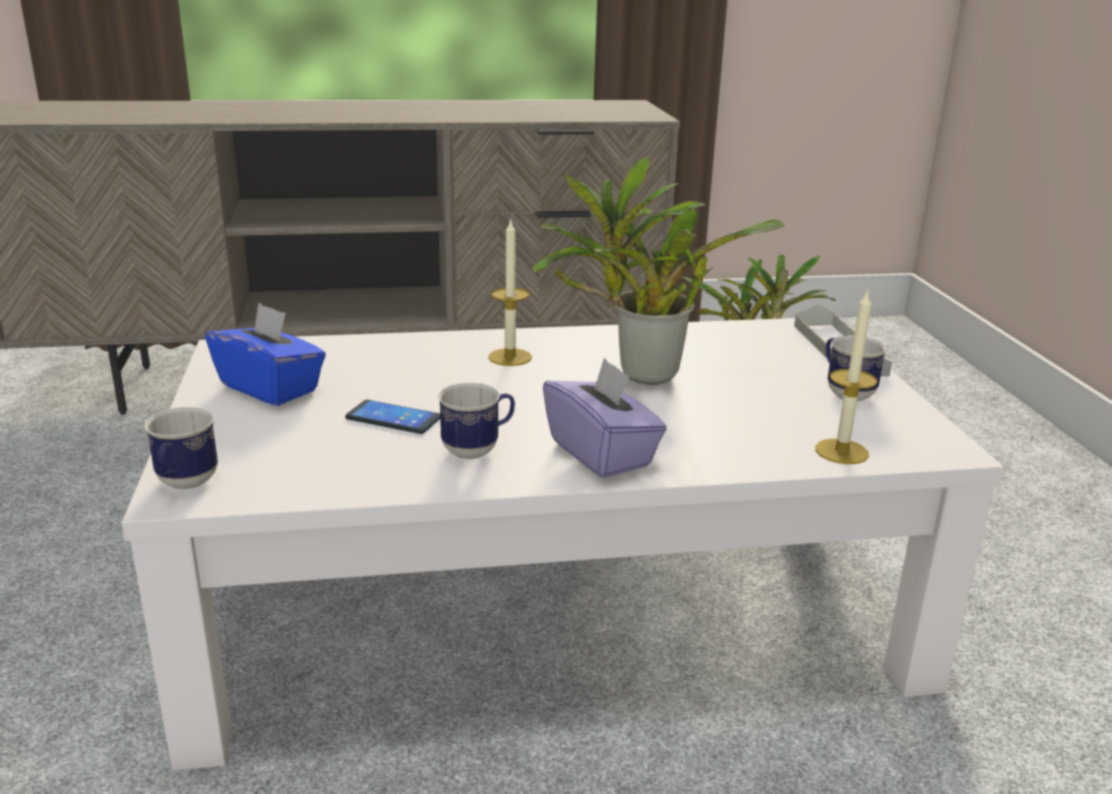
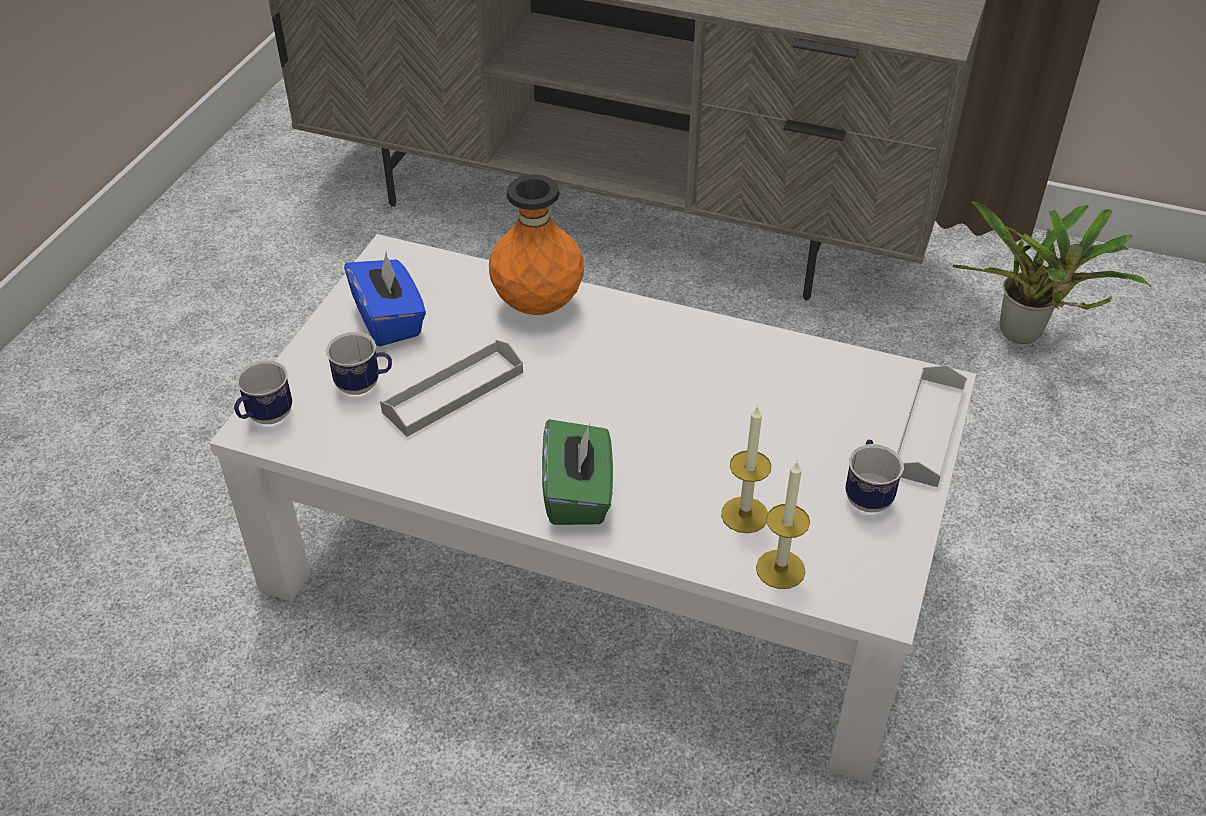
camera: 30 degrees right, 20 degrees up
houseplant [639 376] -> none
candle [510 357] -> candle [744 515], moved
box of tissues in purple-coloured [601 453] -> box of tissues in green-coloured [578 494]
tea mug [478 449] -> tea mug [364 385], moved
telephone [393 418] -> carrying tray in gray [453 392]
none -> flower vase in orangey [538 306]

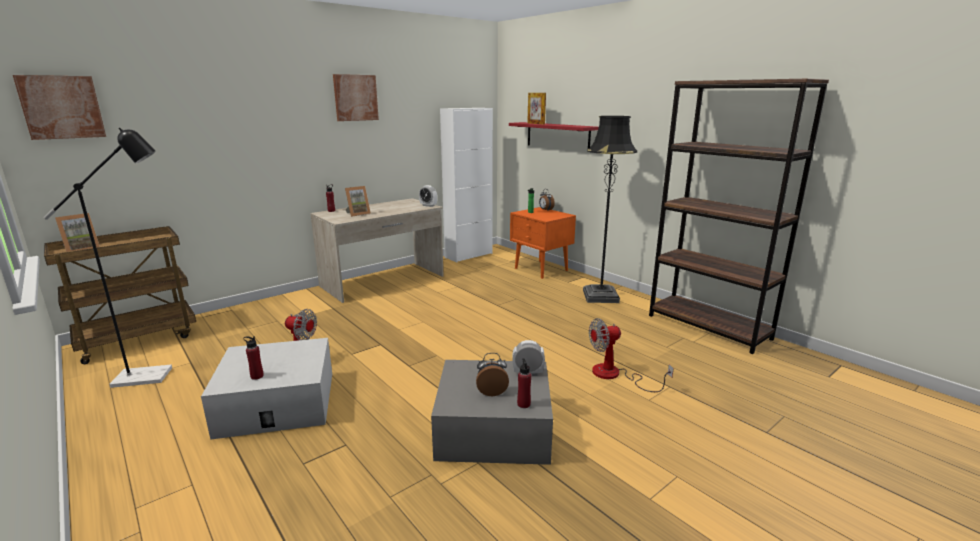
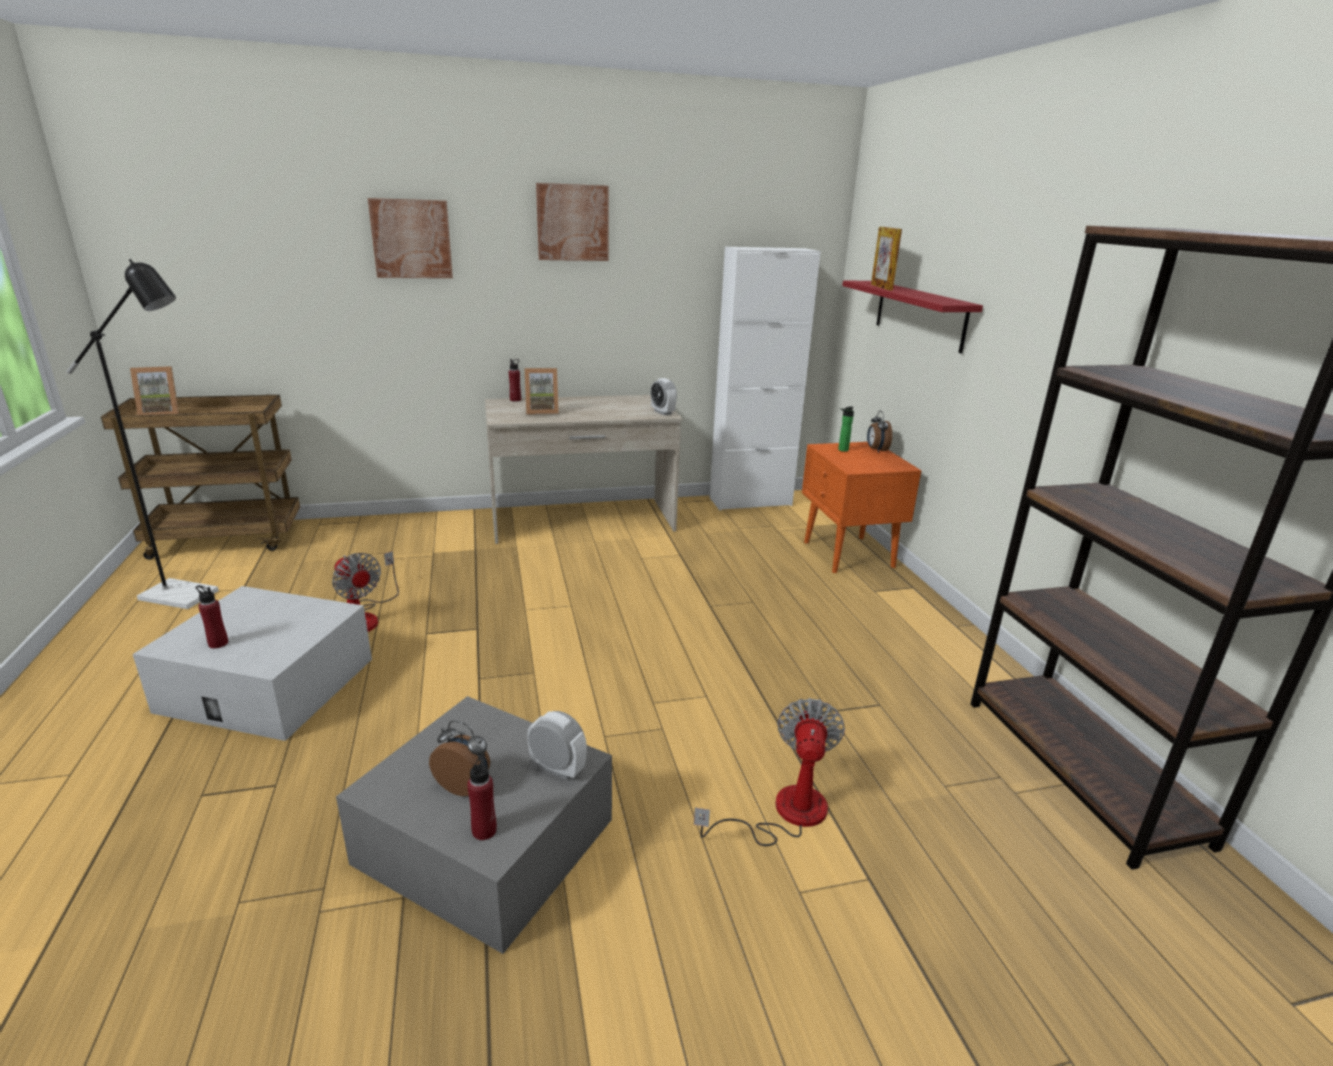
camera: 25 degrees right, 5 degrees up
wall art [61 107] -> wall art [411 239], moved
floor lamp in black [600 296] -> none
cooling fan [615 375] -> cooling fan [784 813], 90 degrees clockwise

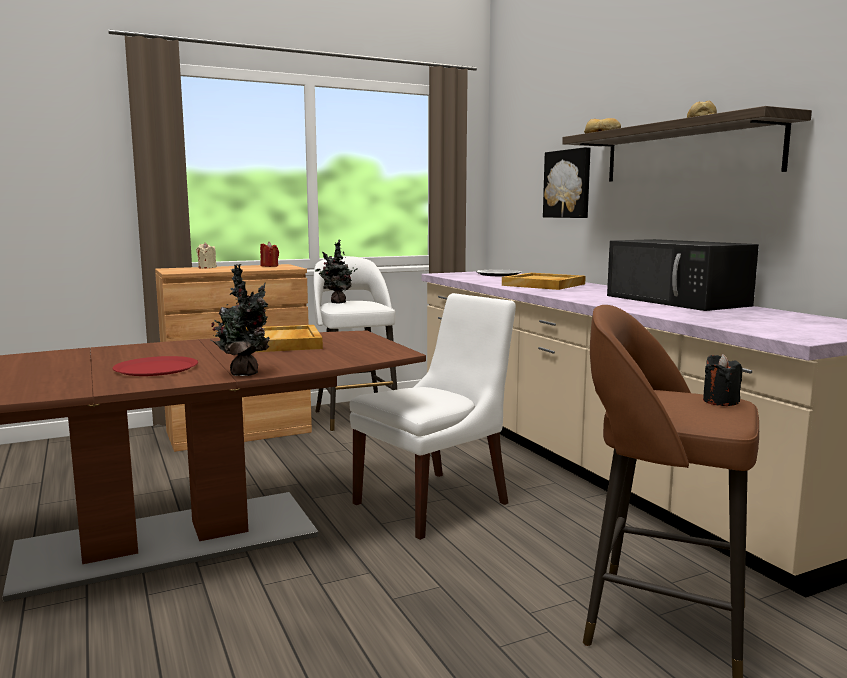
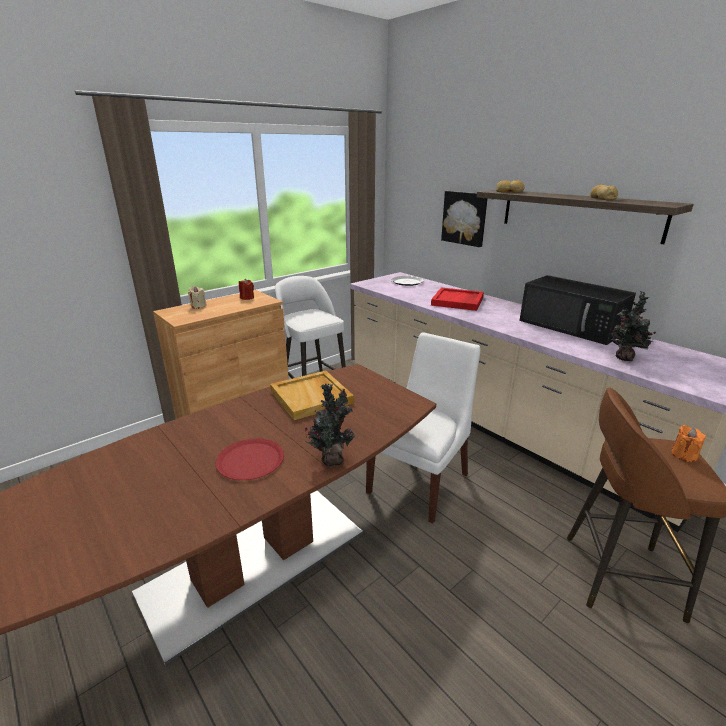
camera: 15 degrees left, 15 degrees up
houseplant [337 302] -> houseplant [624 359], moved
carrying tray in beige [544 285] -> carrying tray in red [458 301]
candle in black [720 401] -> candle in orangey [684 455]

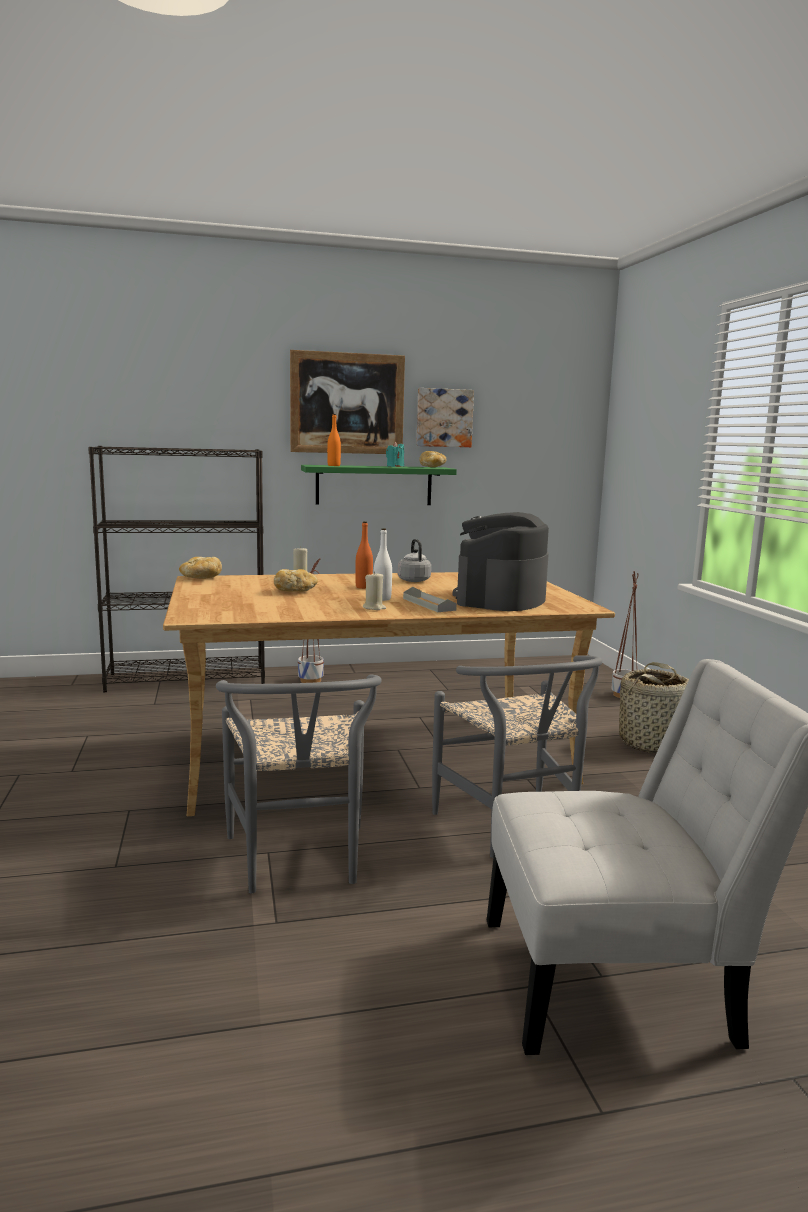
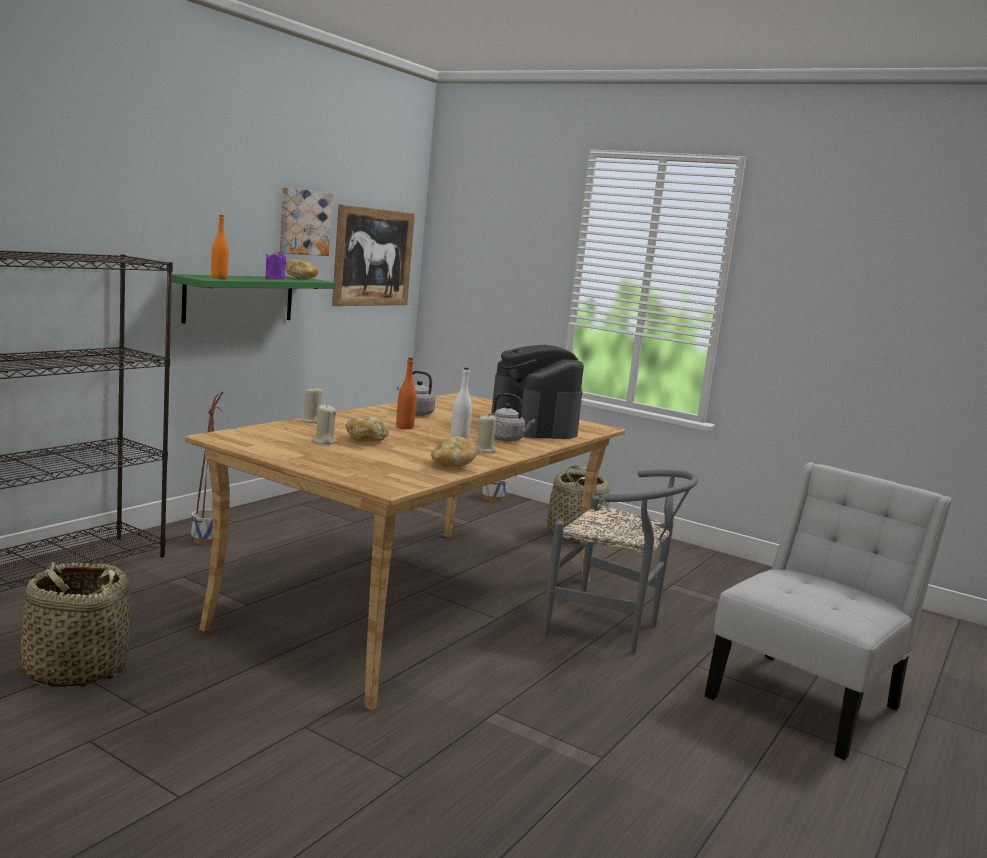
camera: 45 degrees left, 0 degrees up
wall art [347 403] -> wall art [373 257], moved
candle in turquoise [395 467] -> candle in purple-coloured [275 279]
baked bread [201 578] -> baked bread [452 465], moved
carrying tray in gray [429 604] -> water kettle in gray [507 439]
upright chair in gray [299 863] -> none
none -> candle in beige [324 442]
none -> basket [75 669]

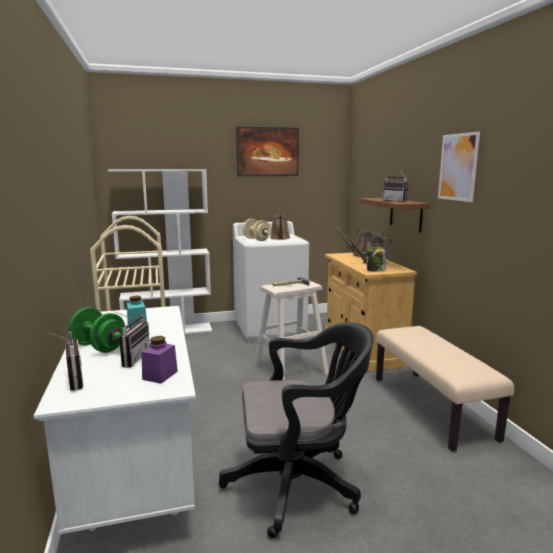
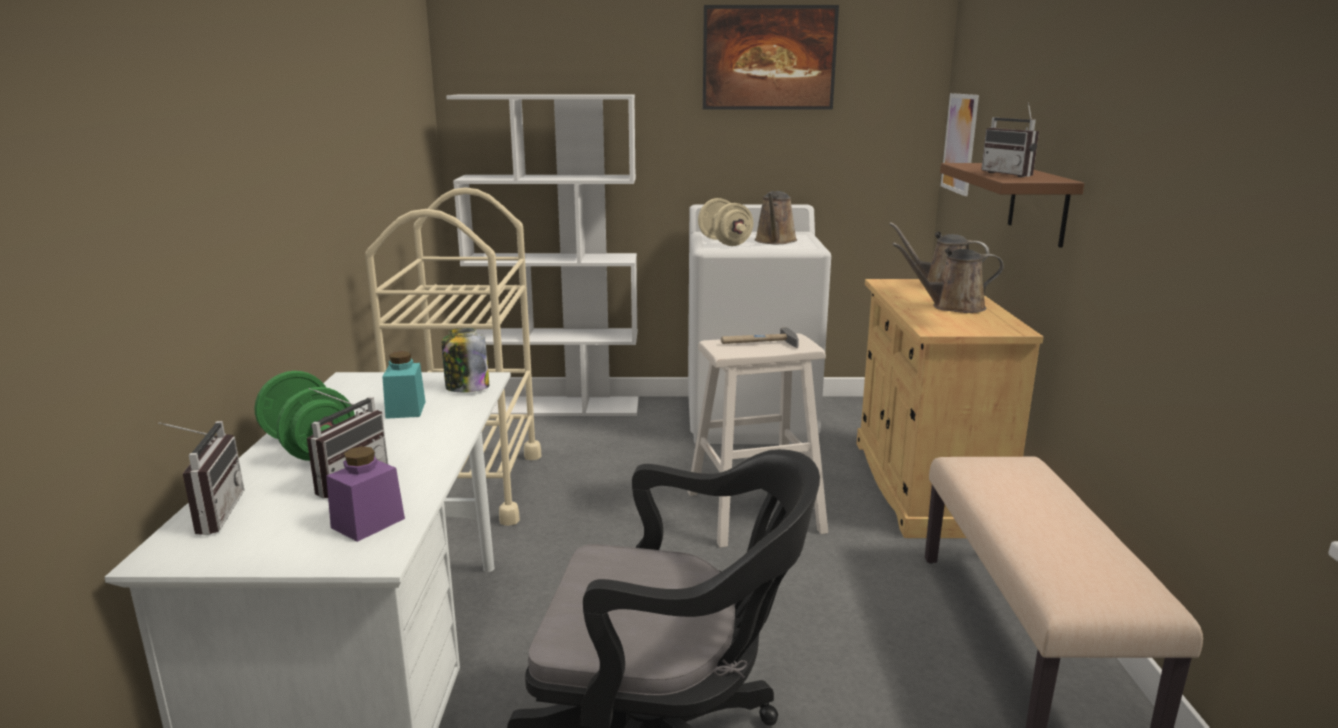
camera: 15 degrees right, 5 degrees up
wall art [458 167] -> wall art [959 143], moved
preserve jar [375 270] -> preserve jar [466 388], moved

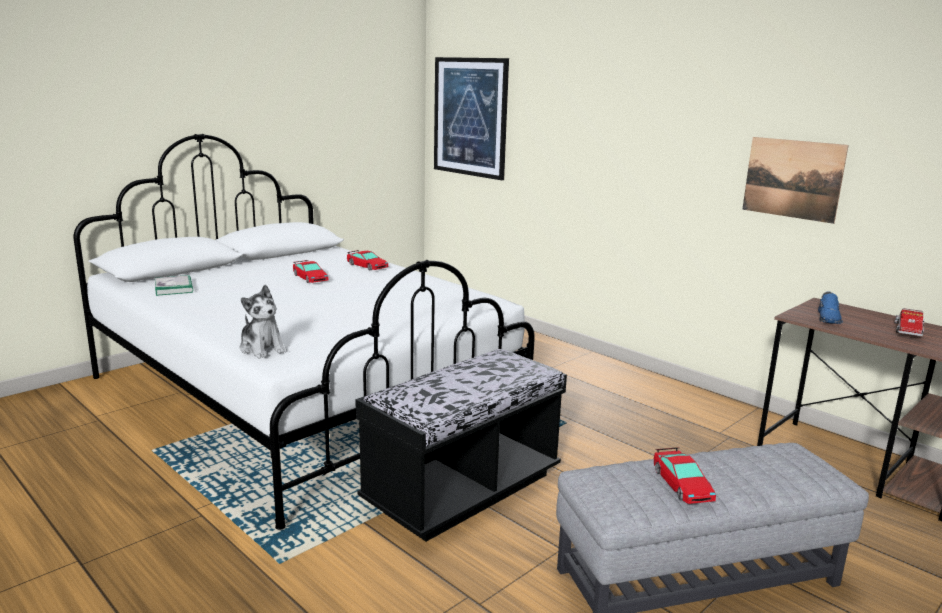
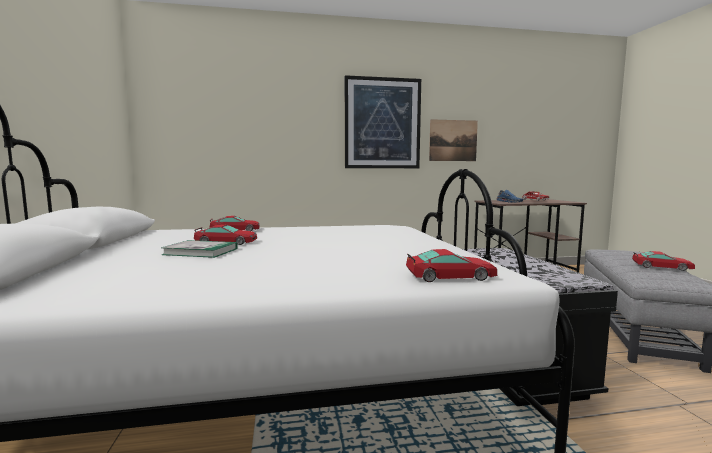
camera: 55 degrees left, 10 degrees down
wall art [470 117] -> wall art [382 123], moved
bound book [174 287] -> bound book [200 252], moved
soft toy [262 349] -> toy car [450 277]

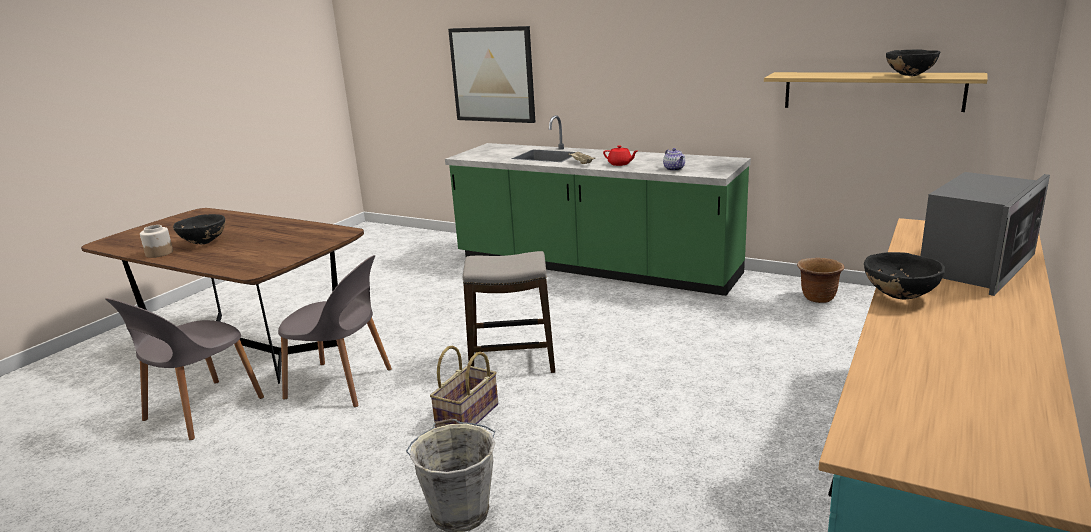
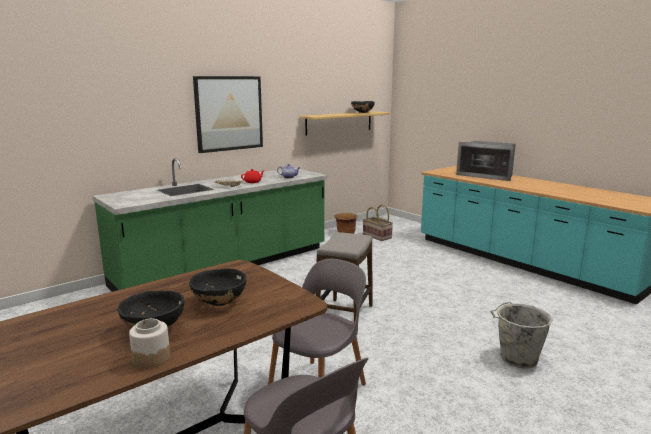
camera: 70 degrees left, 5 degrees down
wall art [493 75] -> wall art [229 113], moved
microwave [976 266] -> microwave [487 175], 150 degrees clockwise
bowl in black [899 296] -> bowl in black [219 303], moved
basket [468 417] -> basket [377 236], moved

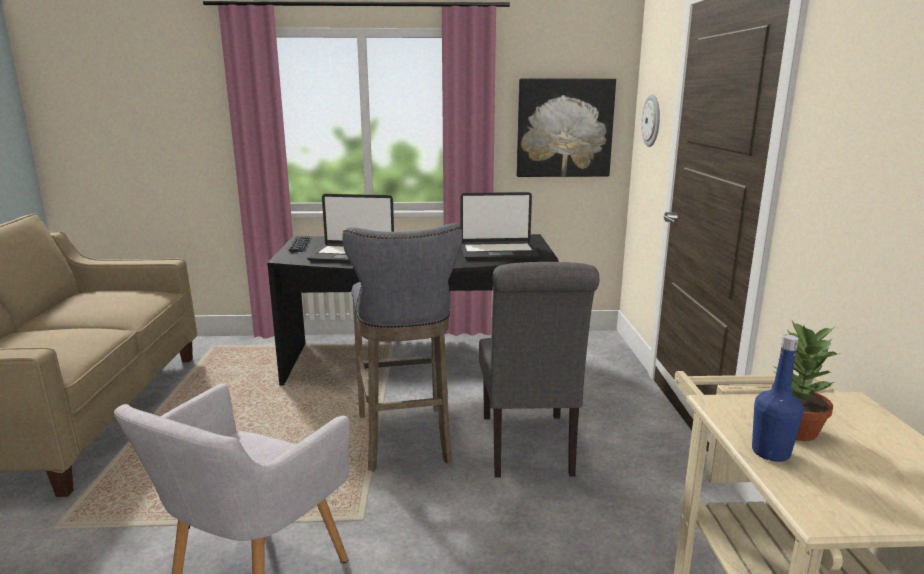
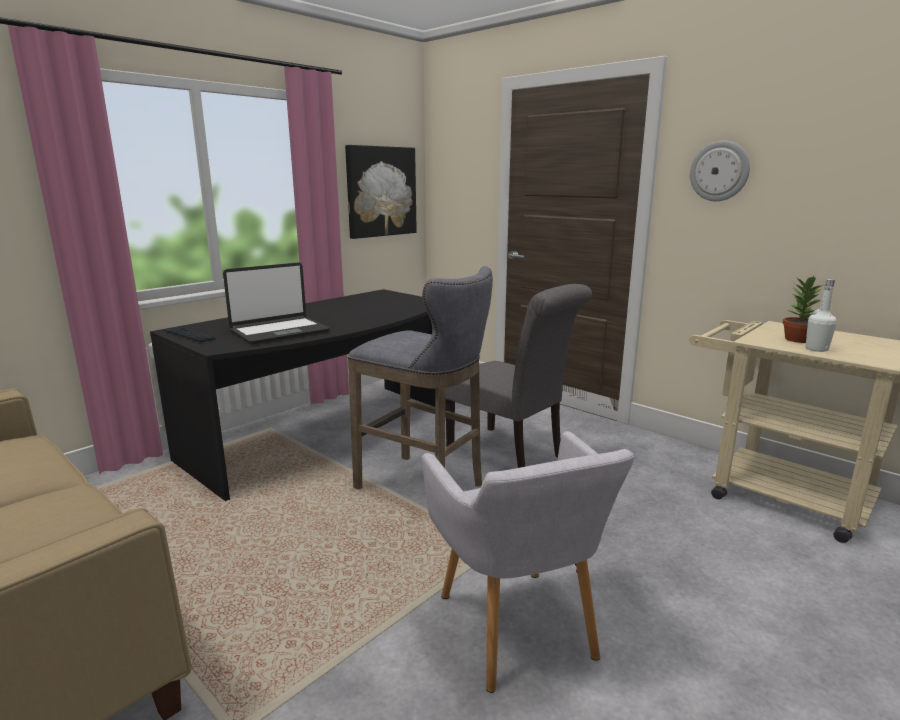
camera: 45 degrees left, 0 degrees up
wall clock [652 120] -> wall clock [719 171], moved
portable computer [498 252] -> none
drink bottle in blue-coloured [770 452] -> drink bottle in white [816 349]

